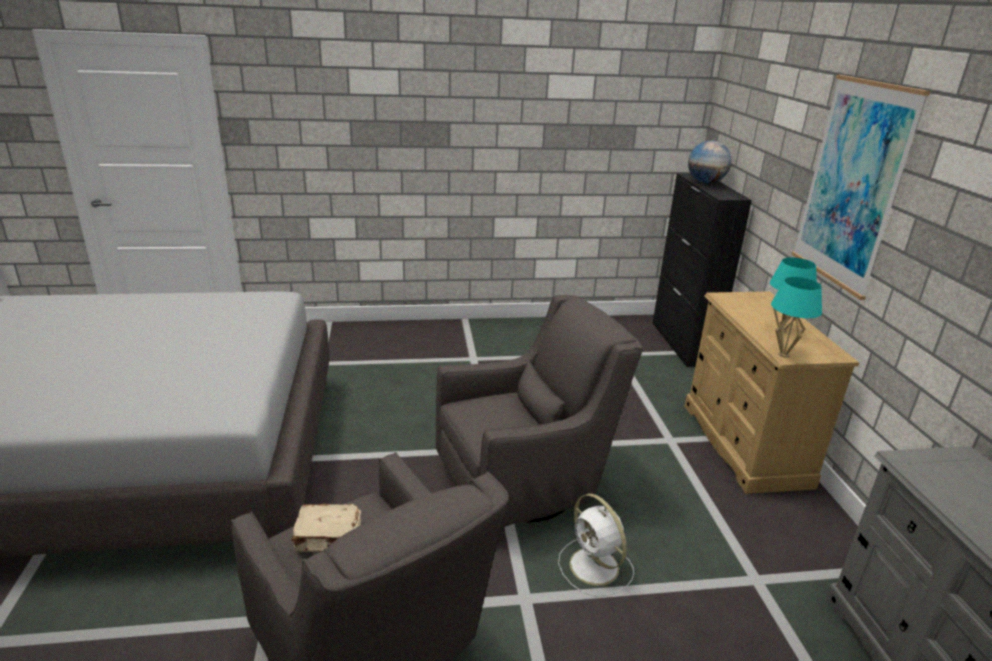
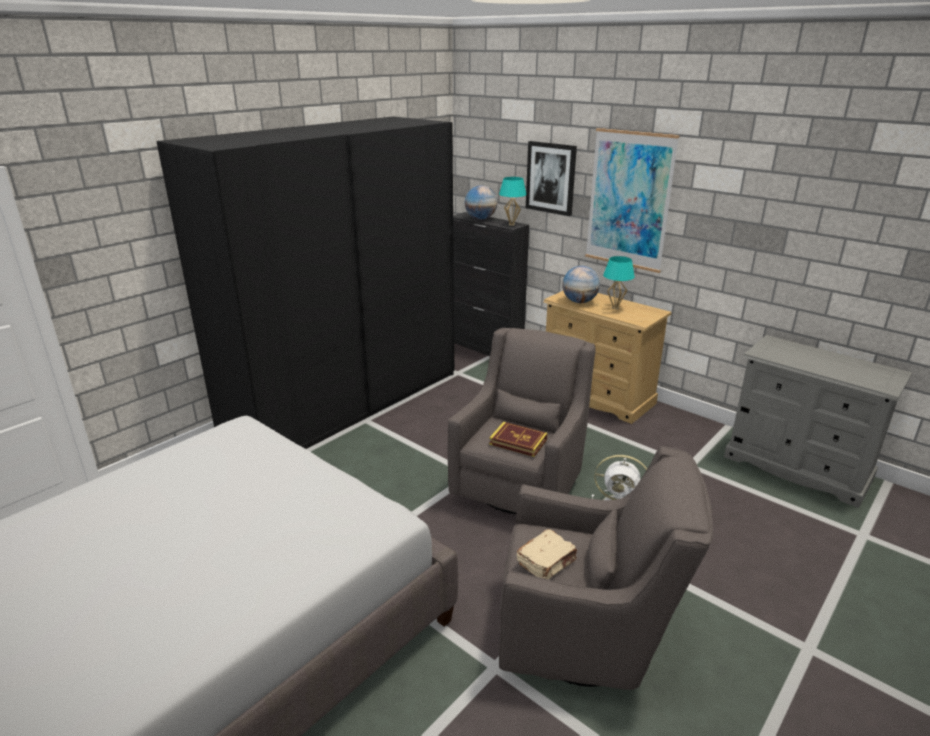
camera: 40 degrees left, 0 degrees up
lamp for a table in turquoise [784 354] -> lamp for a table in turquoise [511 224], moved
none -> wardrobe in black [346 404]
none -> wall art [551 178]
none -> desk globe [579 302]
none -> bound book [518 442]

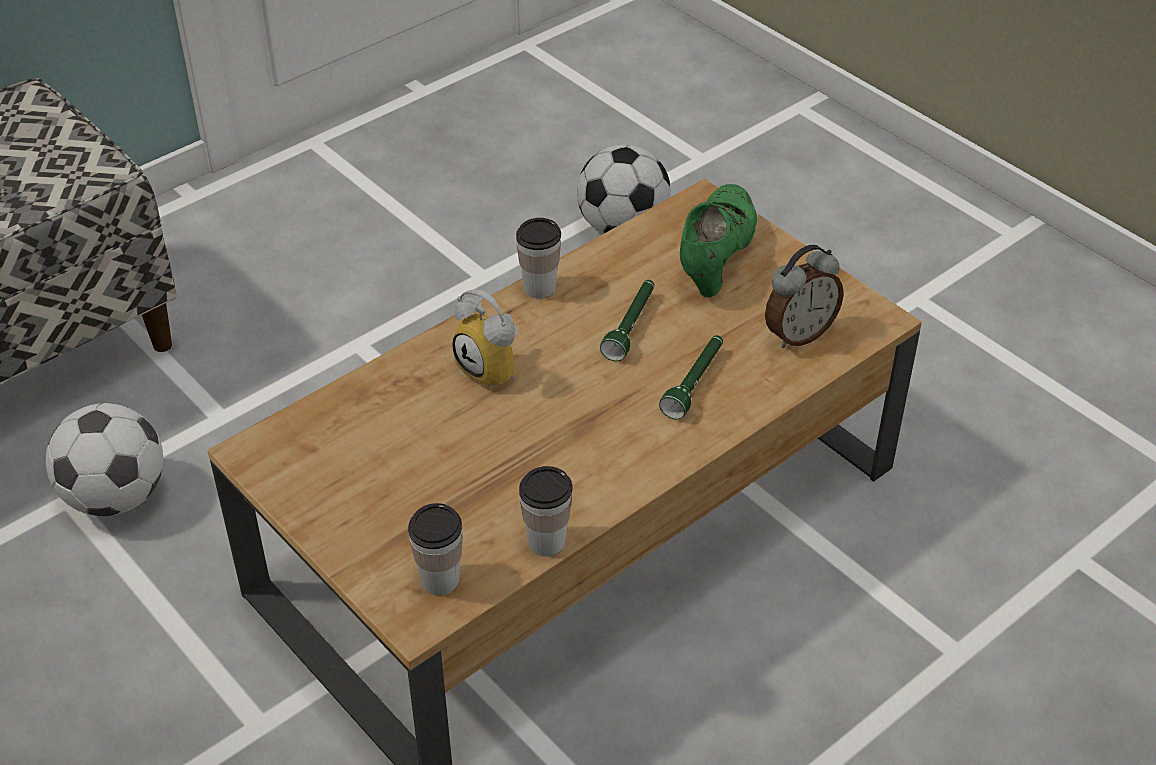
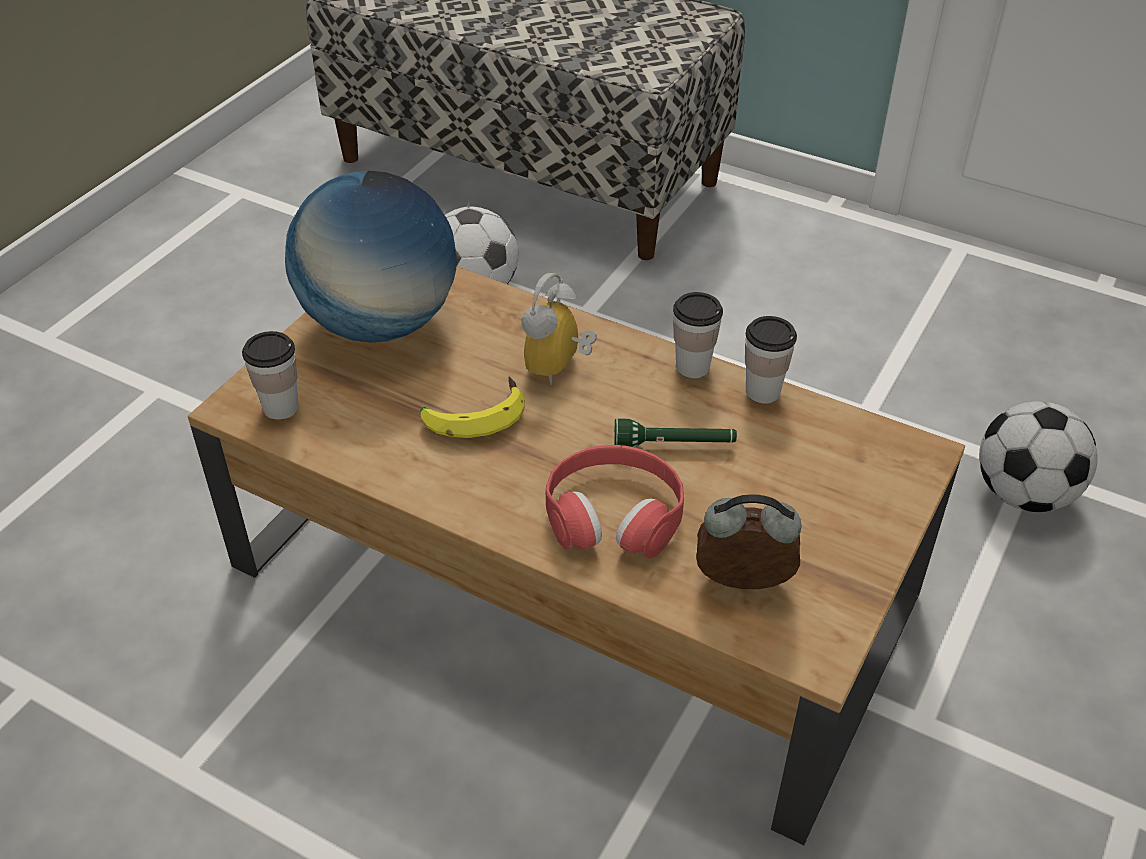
camera: 70 degrees right, 0 degrees up
shoe in green-coloured [715 258] -> none
bedside clock [798 334] -> bedside clock [743 585], 150 degrees clockwise
torch in green-coloured [694 383] -> headset in red [614 515]
drinking cup [546 542] -> drinking cup [763 392], moved
none -> desk globe [380 323]
none -> whole banana [474 415]

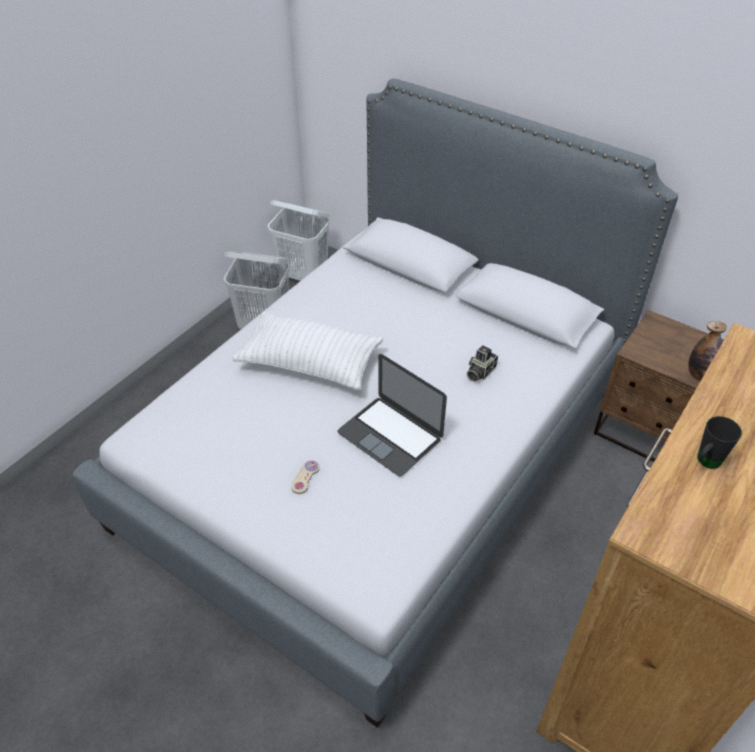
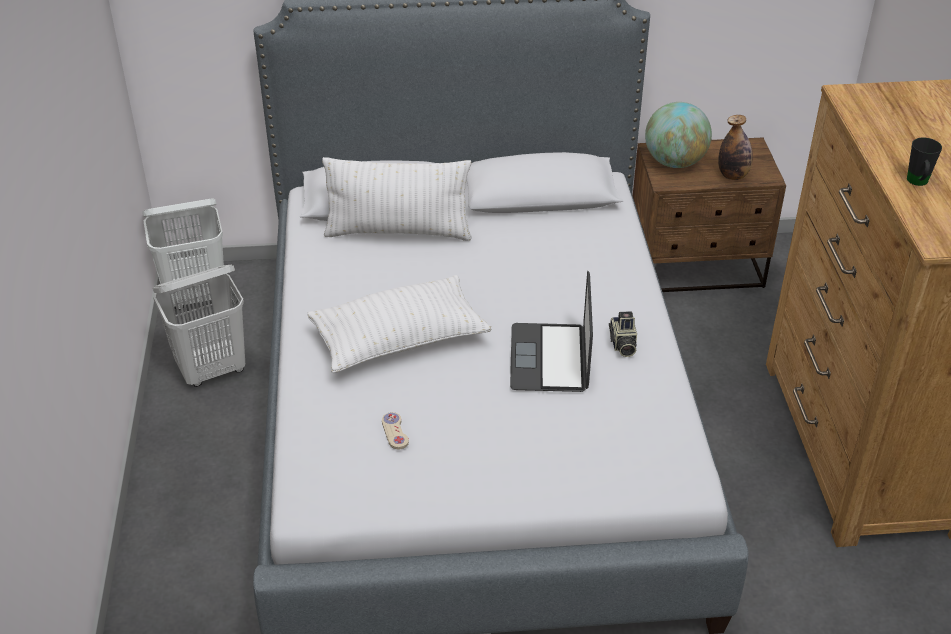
camera: 40 degrees left, 5 degrees down
photo camera [479 372] -> photo camera [622 344], moved
portable computer [390 435] -> portable computer [549 358], 90 degrees clockwise
joypad in beige [305 477] -> joypad in beige [395 432], moved
none -> desk globe [675 162]
none -> pillow in white [398 232]

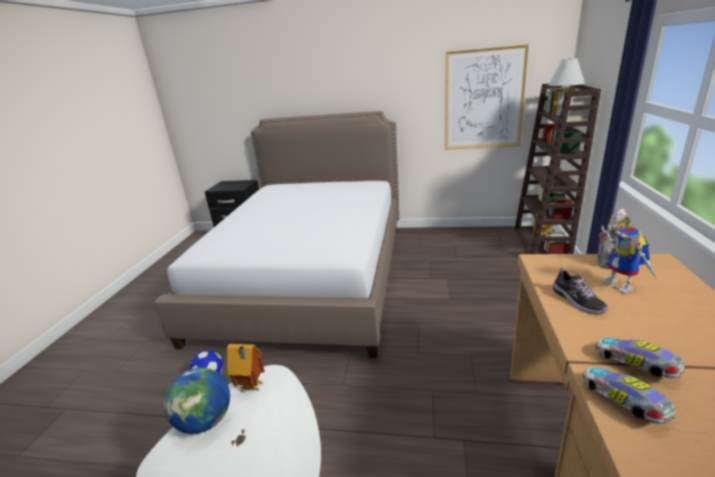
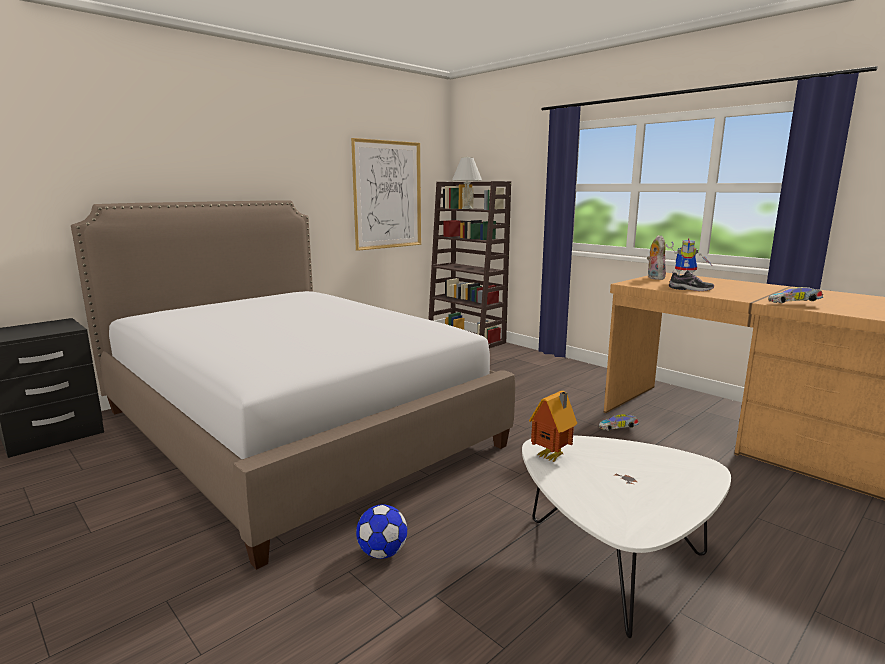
camera: 55 degrees left, 10 degrees down
toy car [636 366] -> toy car [618 429], moved
desk globe [205 421] -> none

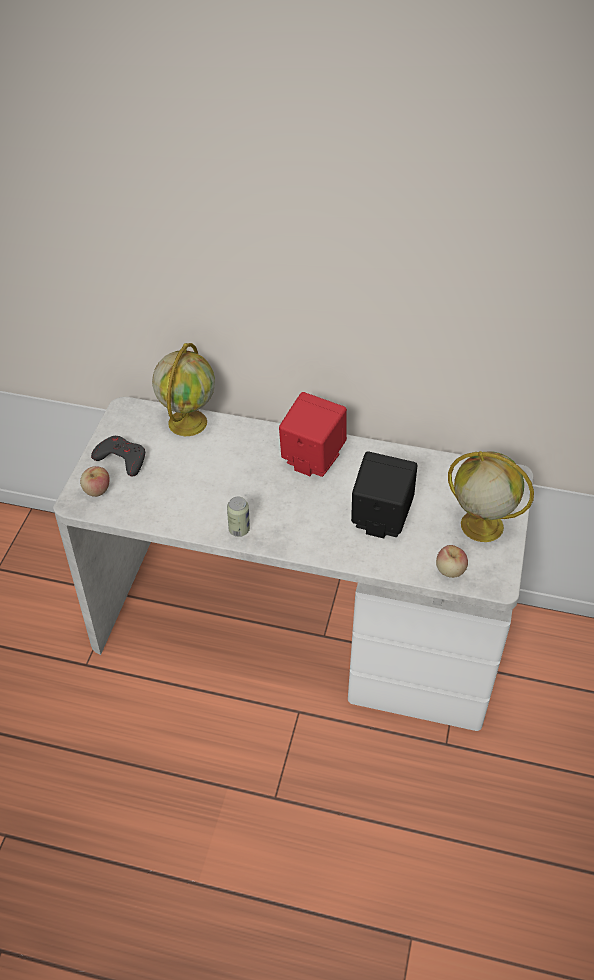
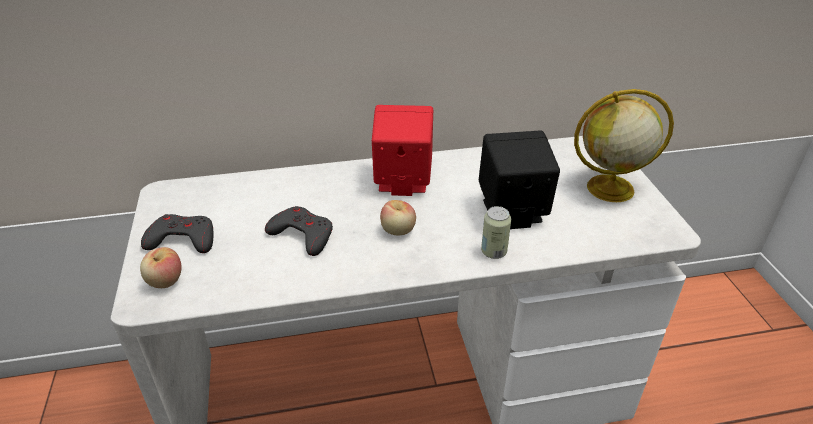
camera: 25 degrees left, 10 degrees down
desk globe [187 421] -> none
metal can [239 530] -> metal can [493 252], moved
whole apple [450 570] -> whole apple [398 230], moved
none -> joypad in gray [302 235]

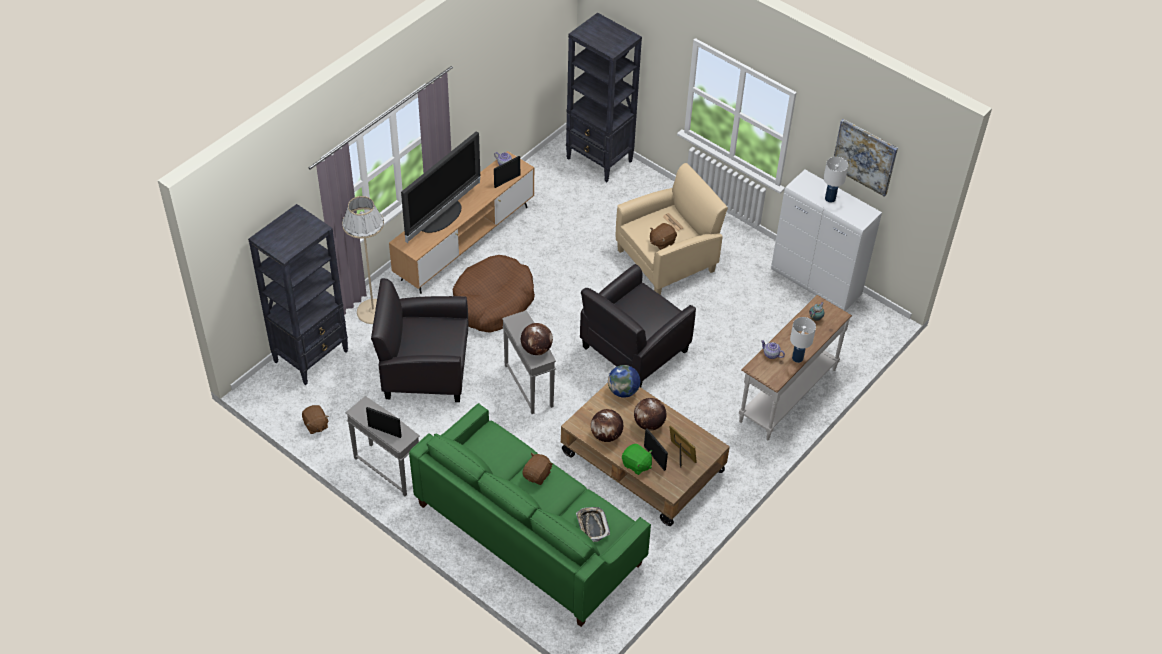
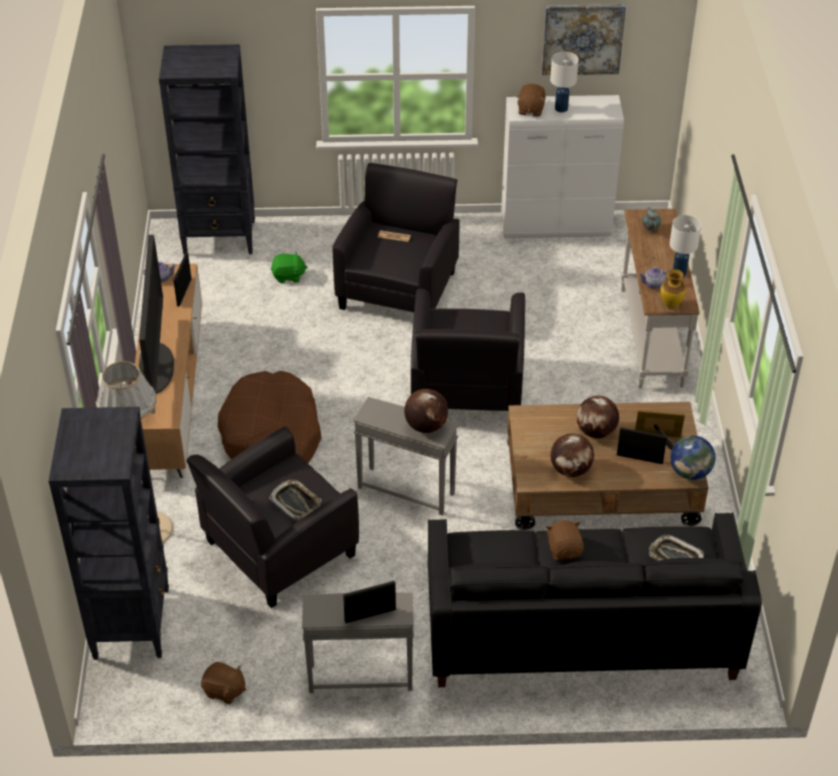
camera: 40 degrees left, 5 degrees down
armchair in beige [667 260] -> armchair in black [398 289]
soft toy in brownish [662 242] -> soft toy in brownish [530 109], moved
desk globe [623 391] -> desk globe [690 472], moved
couch in green-coloured [528 533] -> couch in black [579 630]
soft toy in green-coloured [636 465] -> soft toy in green-coloured [288 276], moved
none -> flower vase [670 305]
none -> carrying tray [296 502]

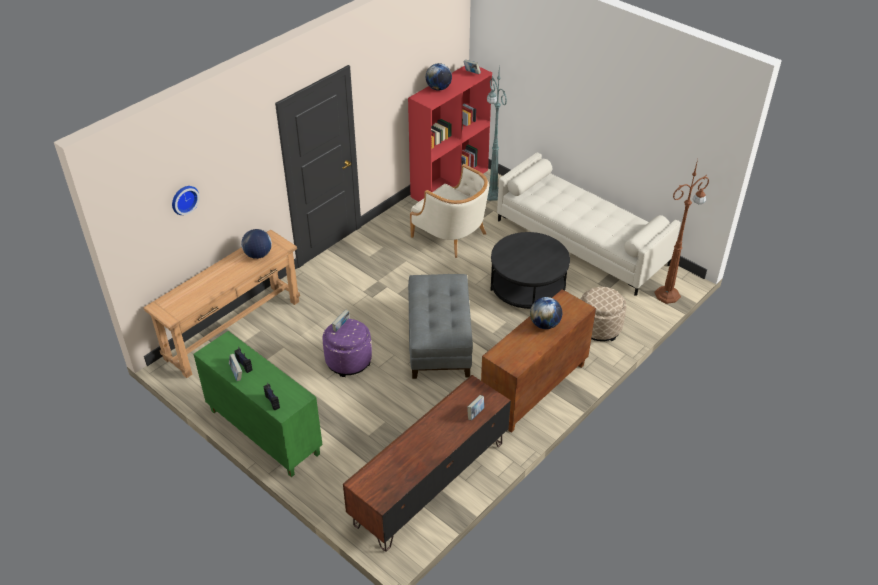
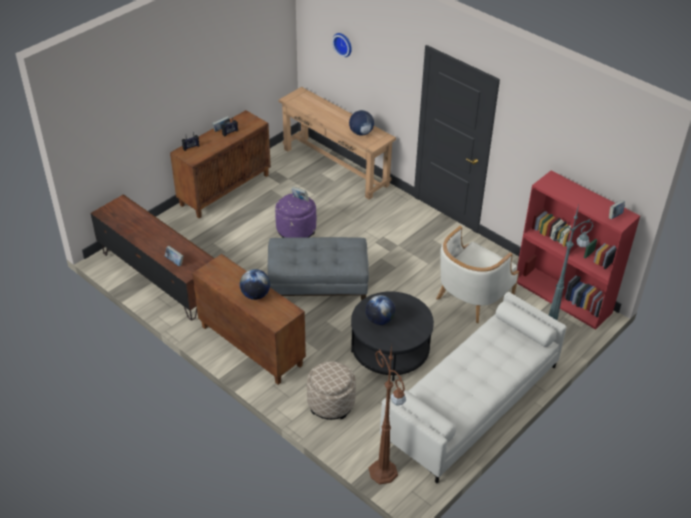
camera: 90 degrees right, 0 degrees up
desk globe [438 88] -> desk globe [379 320], moved
storage cabinet in green-coloured [263 432] -> storage cabinet in brownish [225 189]

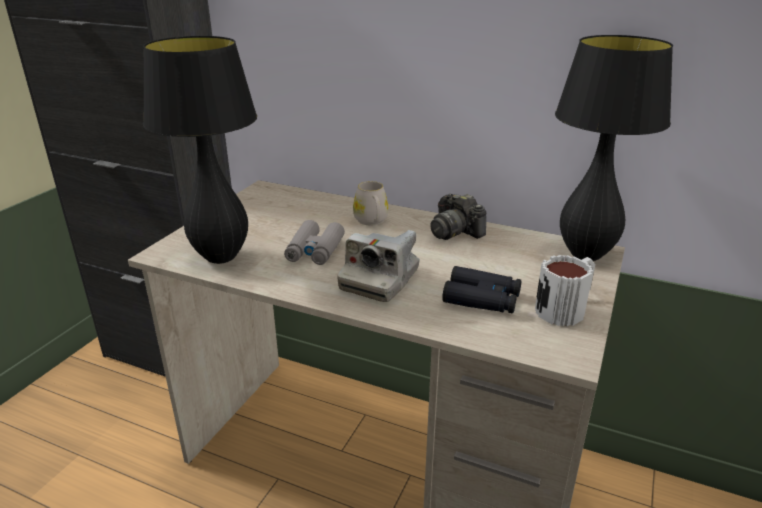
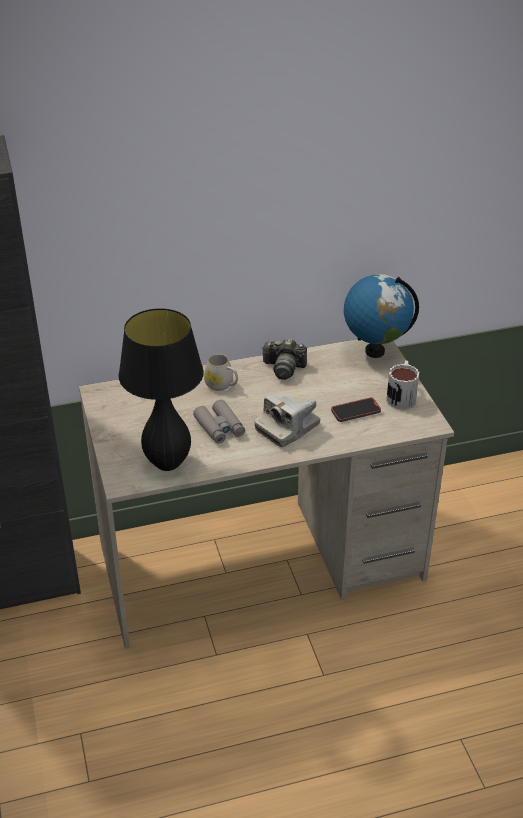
camera: 40 degrees left, 10 degrees up
lamp for a table in black [585 255] -> desk globe [375 351]
photo camera [380 280] -> photo camera [287 428], 60 degrees clockwise
binoculars in black [482 299] -> telephone [355 411]

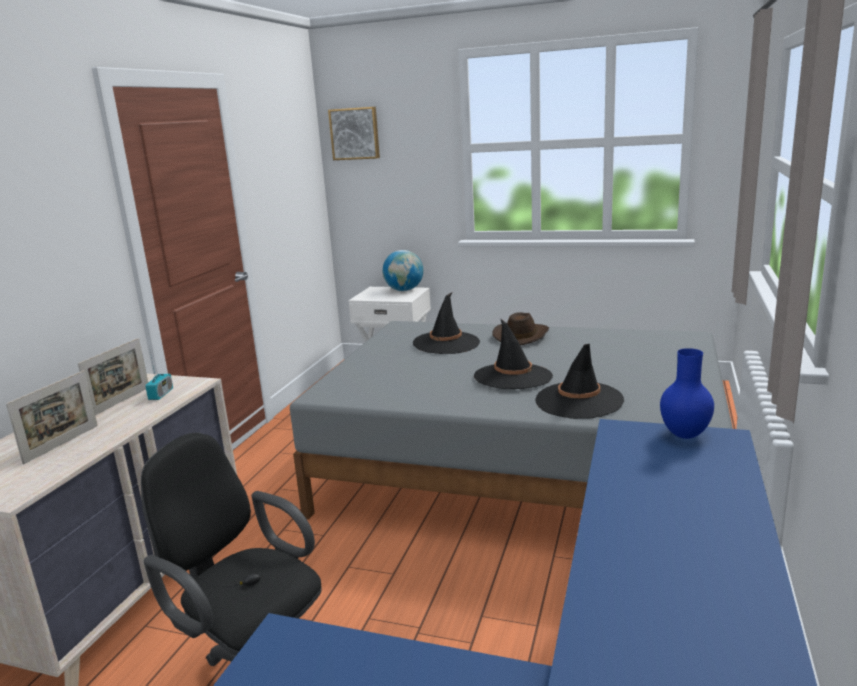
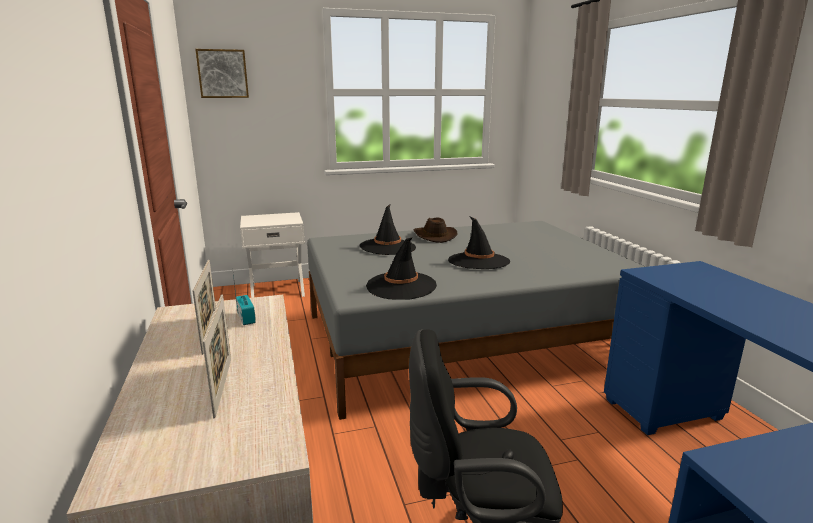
camera: 35 degrees left, 0 degrees up
desk globe [404 290] -> none
wearable hat in black [579 401] -> wearable hat in black [401 286], moved
flower vase in blue-coloured [684 435] -> none

